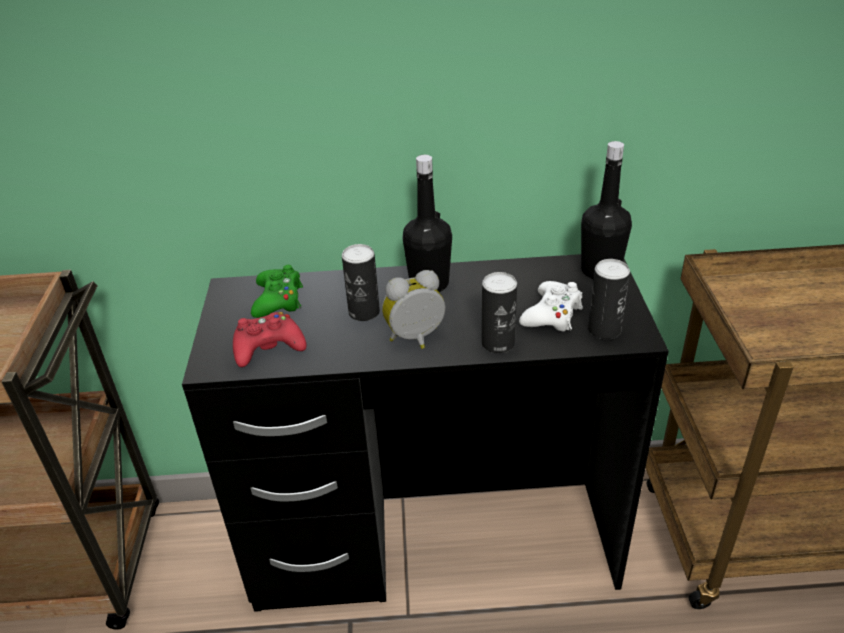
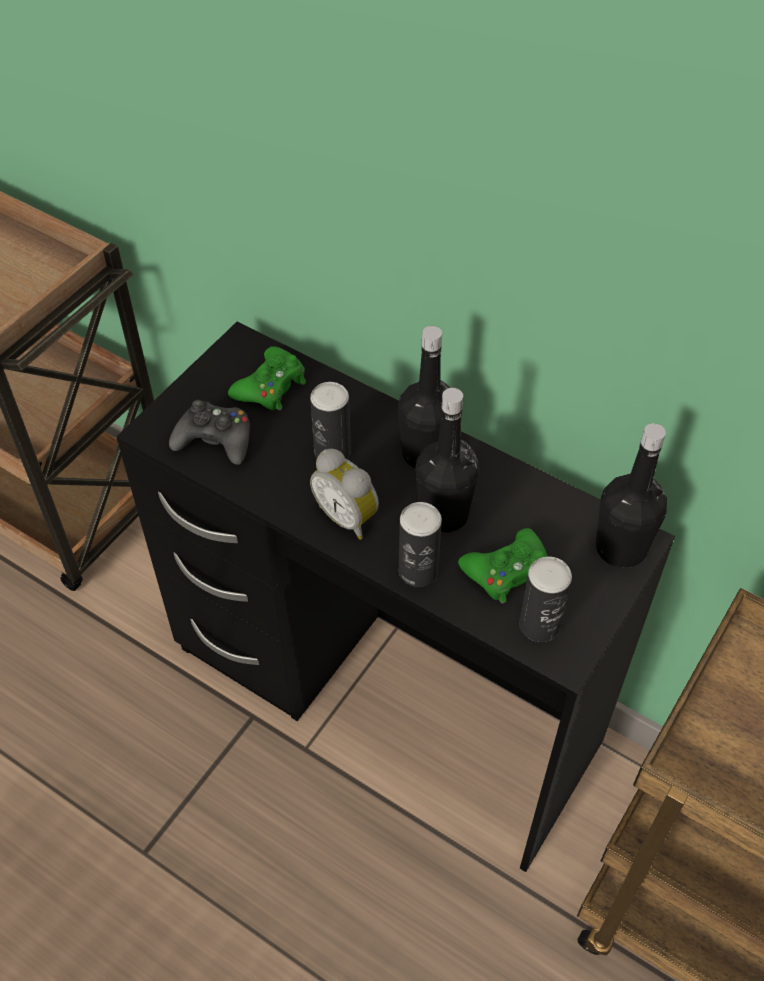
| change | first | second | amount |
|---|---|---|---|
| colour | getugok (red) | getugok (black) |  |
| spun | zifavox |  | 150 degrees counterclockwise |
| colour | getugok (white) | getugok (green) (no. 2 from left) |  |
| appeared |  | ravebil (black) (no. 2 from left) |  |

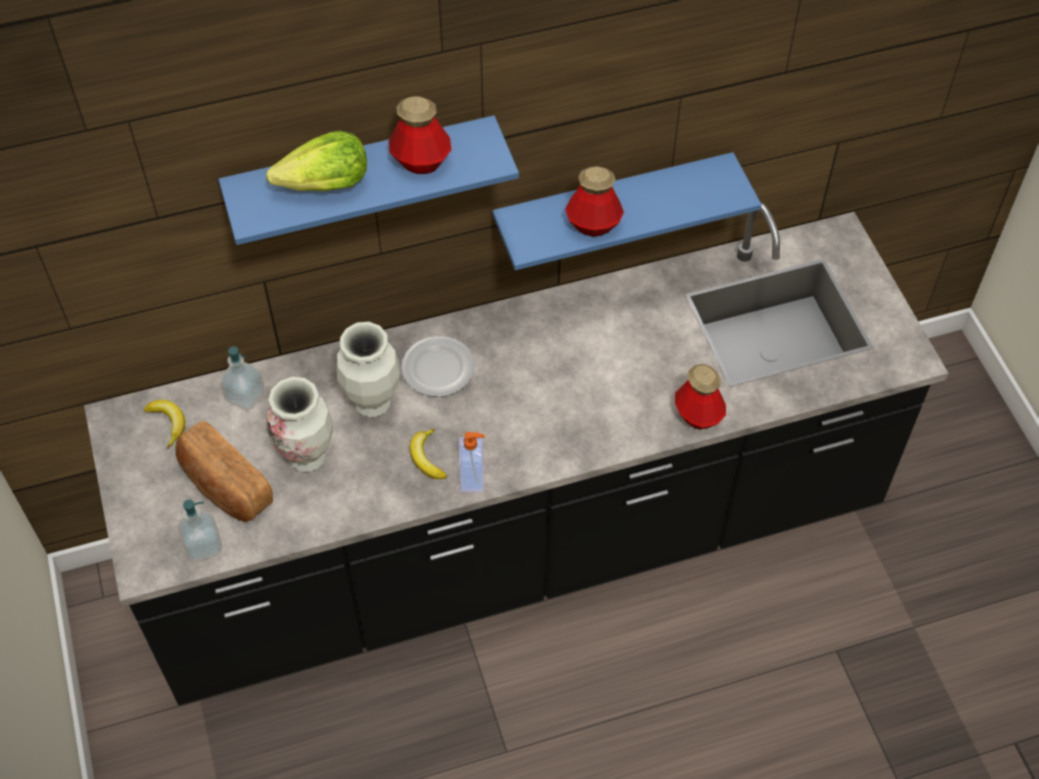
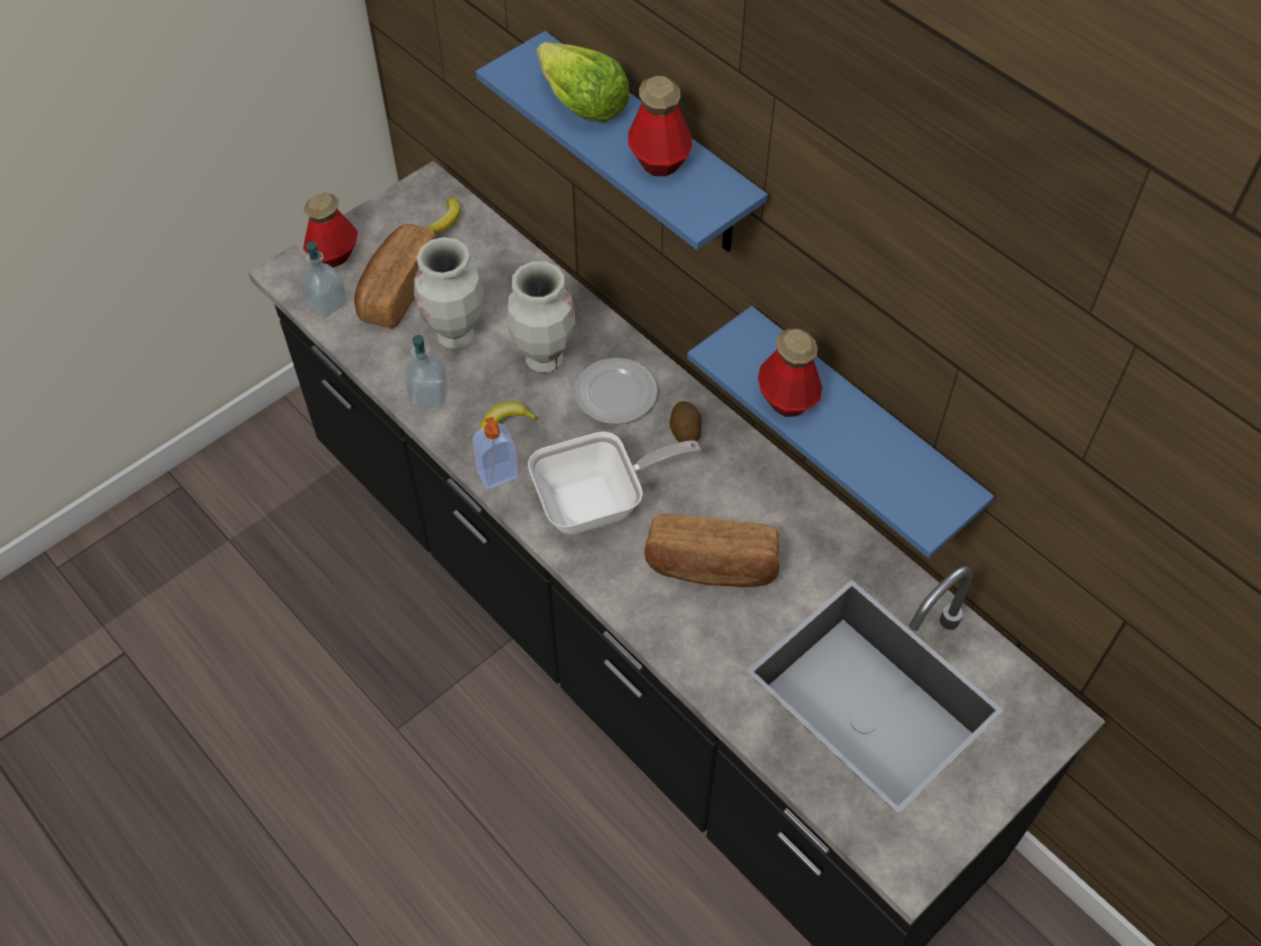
| change | first | second | amount |
|---|---|---|---|
| relocated | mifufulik (no. 2 from left) |  |  |
| relocated | ravebil (no. 3 from left in the first image) | ravebil (no. 1 from left) |  |
| appeared |  | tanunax |  |
| appeared |  | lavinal (no. 2 from left) |  |
| appeared |  | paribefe |  |

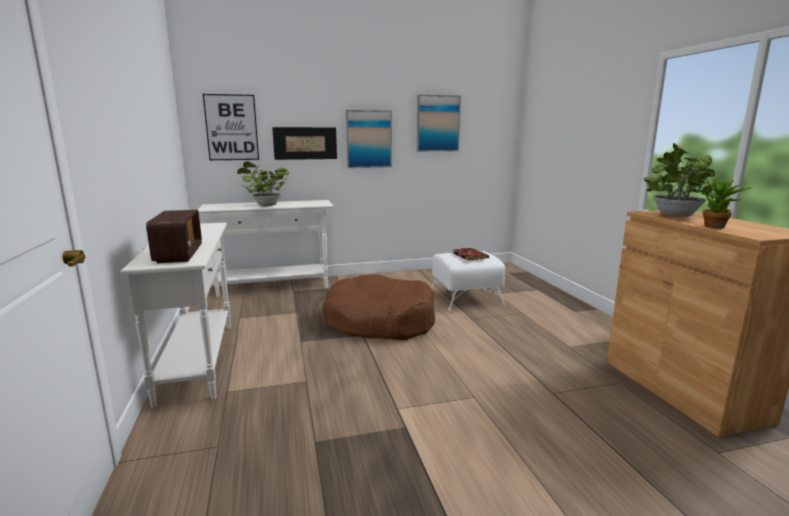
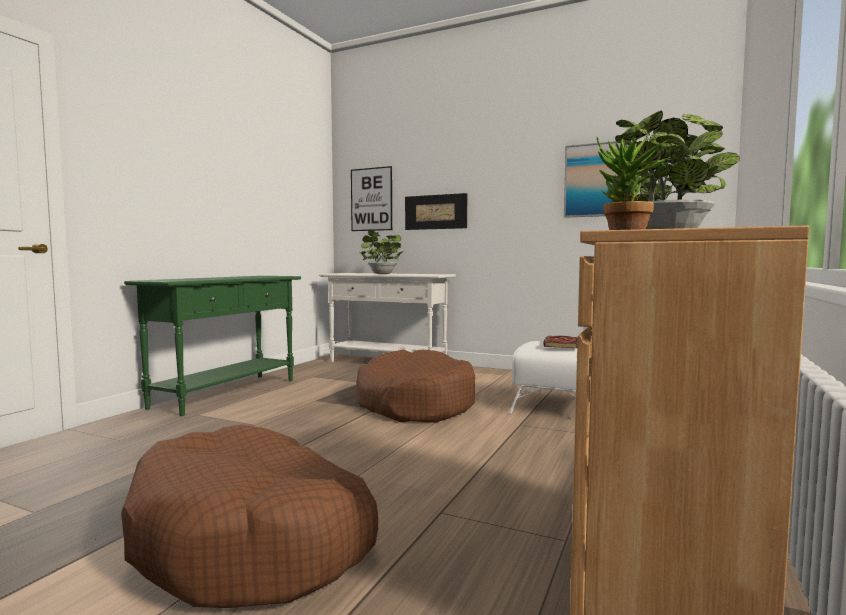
| change | first | second | amount |
|---|---|---|---|
| colour | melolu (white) (no. 1 from left) | melolu (green) |  |
| missing | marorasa |  |  |
| missing | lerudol (no. 3 from left) |  |  |
| appeared |  | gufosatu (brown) (no. 1 from left) |  |

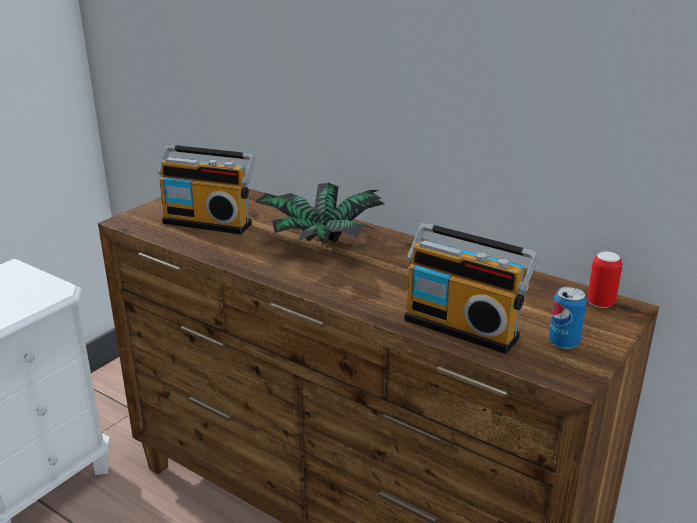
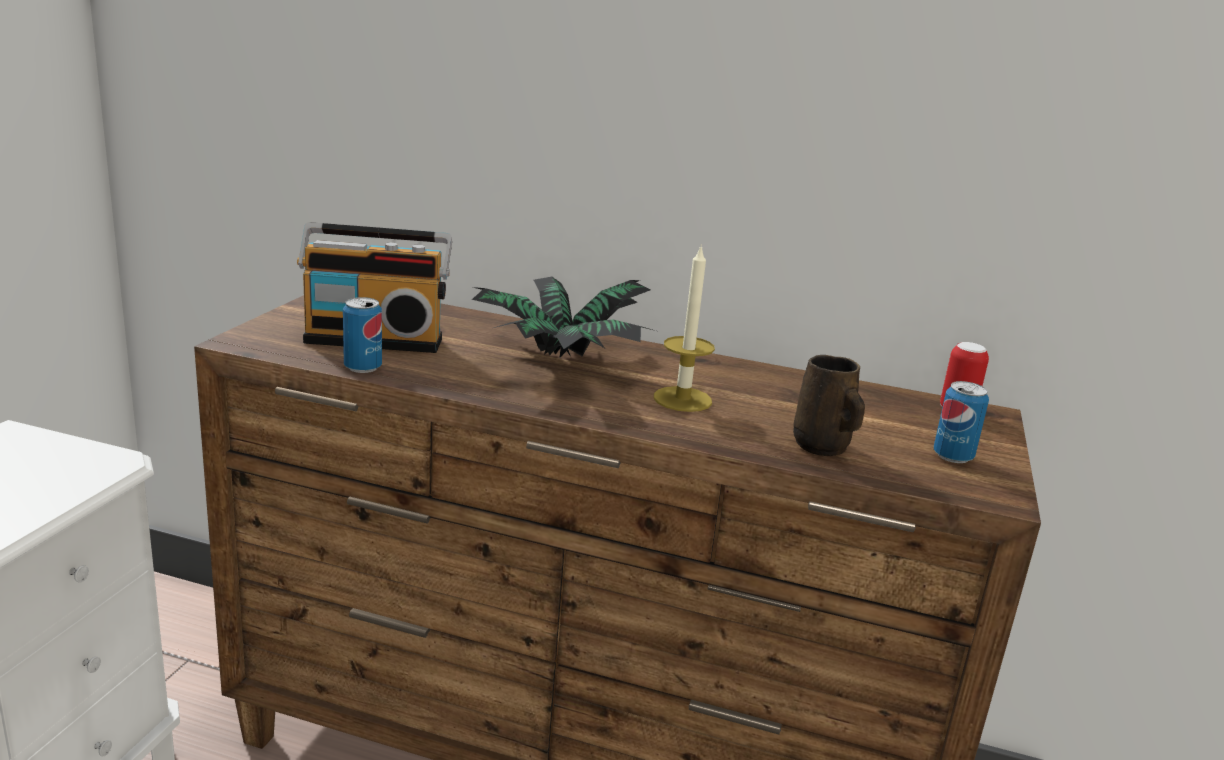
| change | first | second | amount |
|---|---|---|---|
| exchanged | marorasa (no. 2 from left) | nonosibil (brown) |  |
| appeared |  | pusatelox (no. 1 from left) |  |
| appeared |  | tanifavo |  |

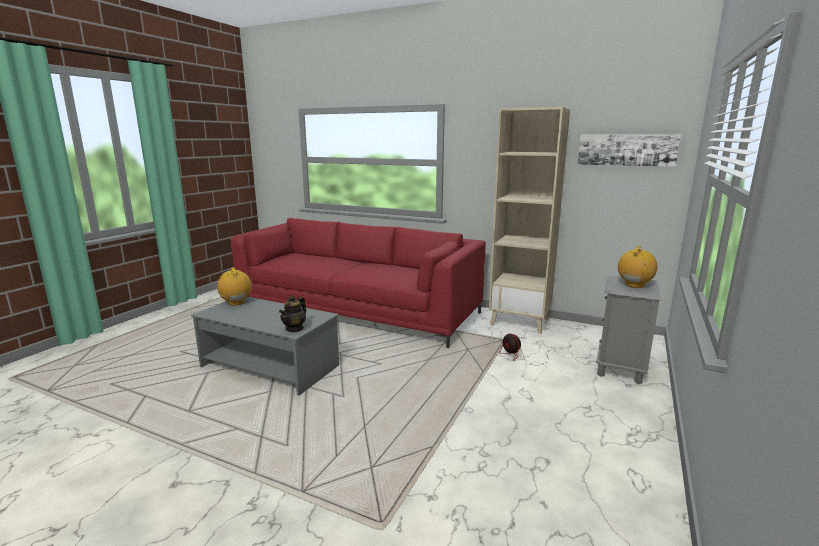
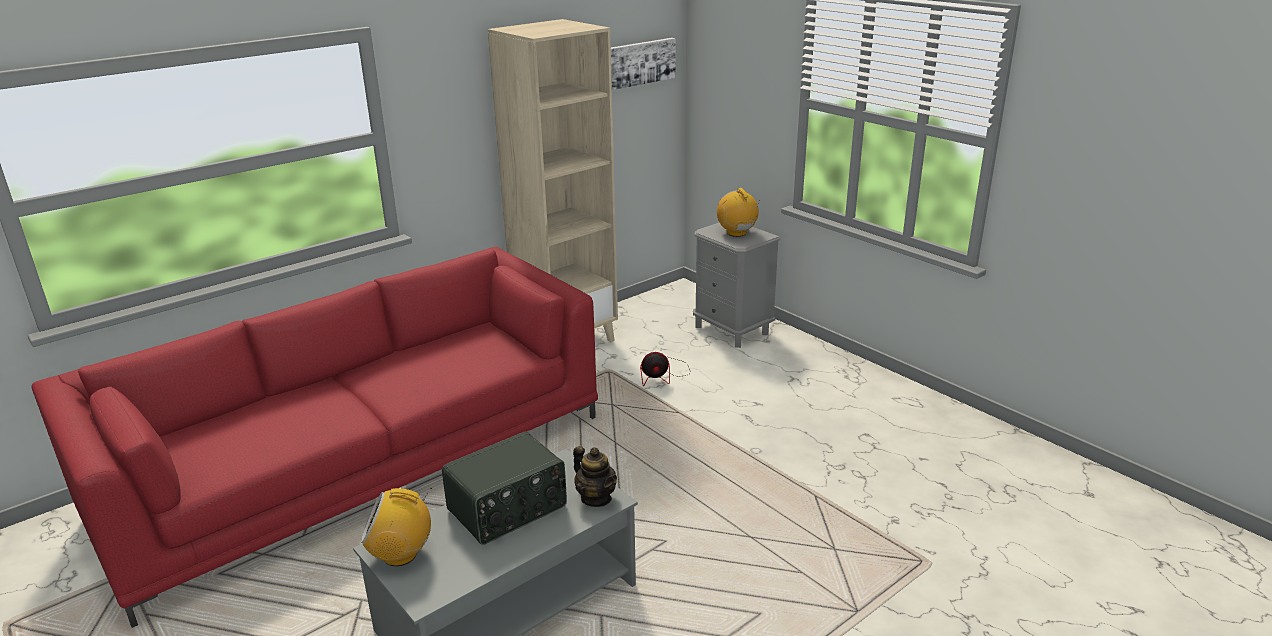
| change | first | second | amount |
|---|---|---|---|
| appeared |  | marorasa (no. 2 from left) |  |

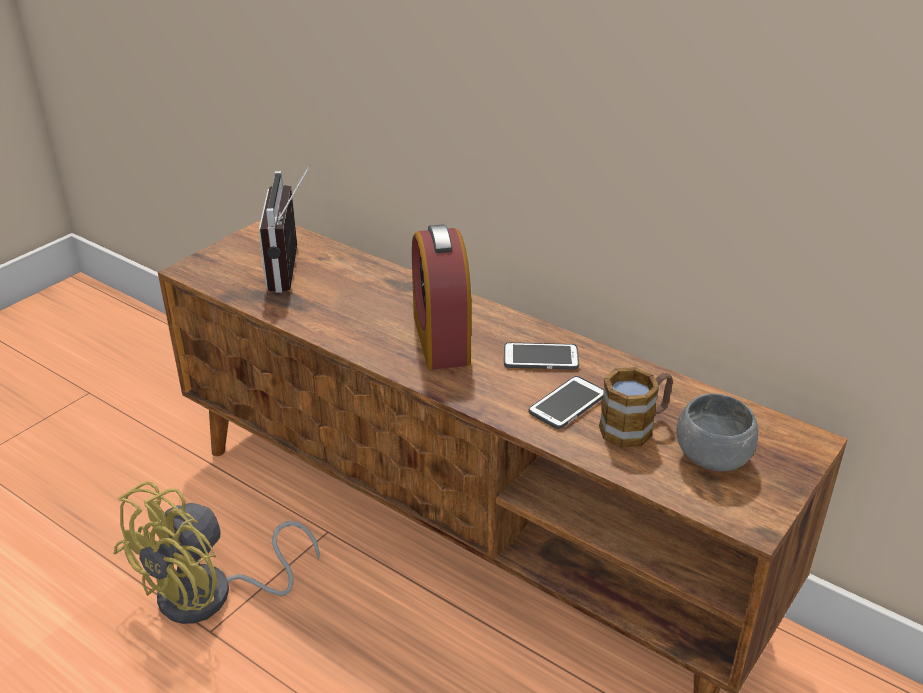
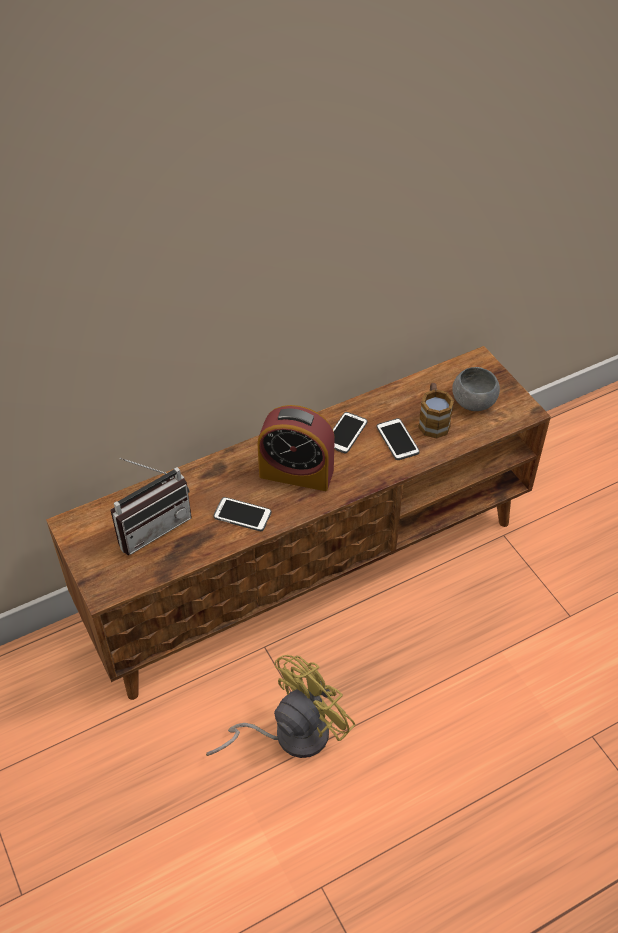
| change | first | second | amount |
|---|---|---|---|
| spun | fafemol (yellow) |  | 105 degrees counterclockwise |
| spun | marorasa |  | 60 degrees counterclockwise |
| appeared |  | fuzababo (no. 1 from left) |  |

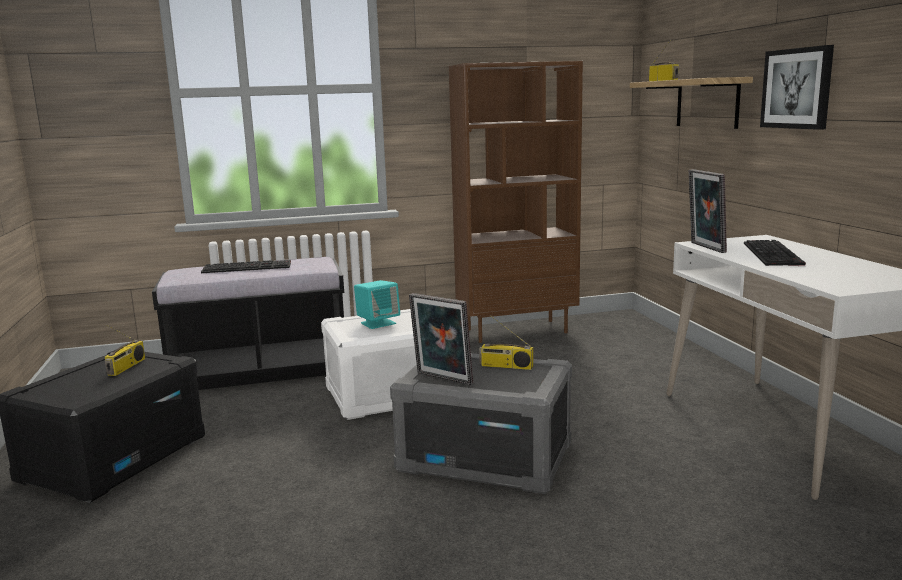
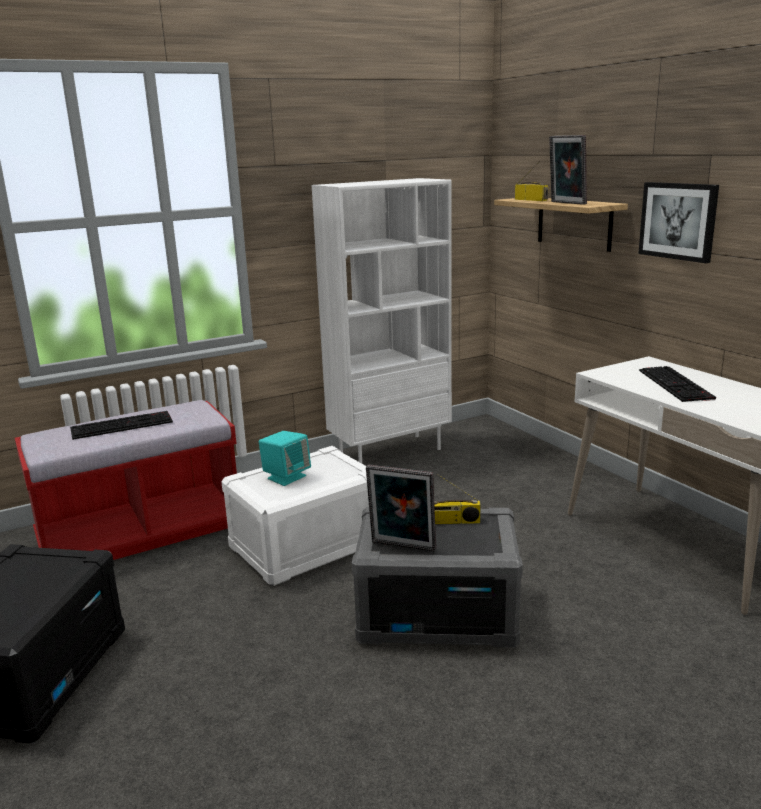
| change | first | second | amount |
|---|---|---|---|
| missing | marorasa (no. 1 from left) |  |  |
| colour | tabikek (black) | tabikek (red) |  |
| colour | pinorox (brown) | pinorox (white) |  |
| relocated | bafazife (no. 2 from left) |  |  |

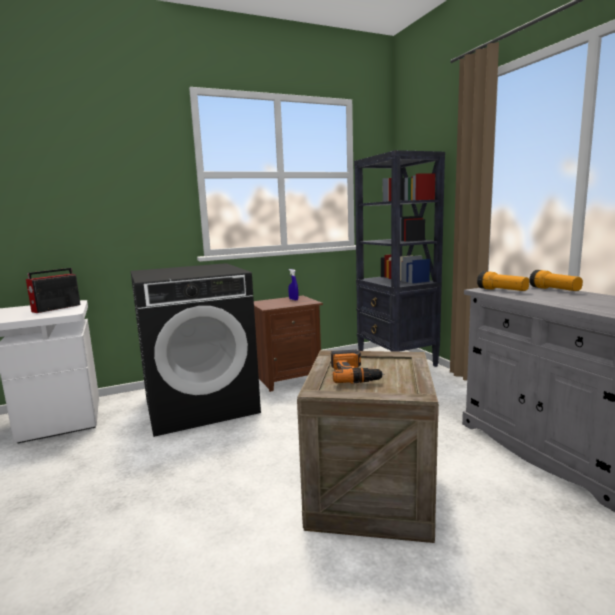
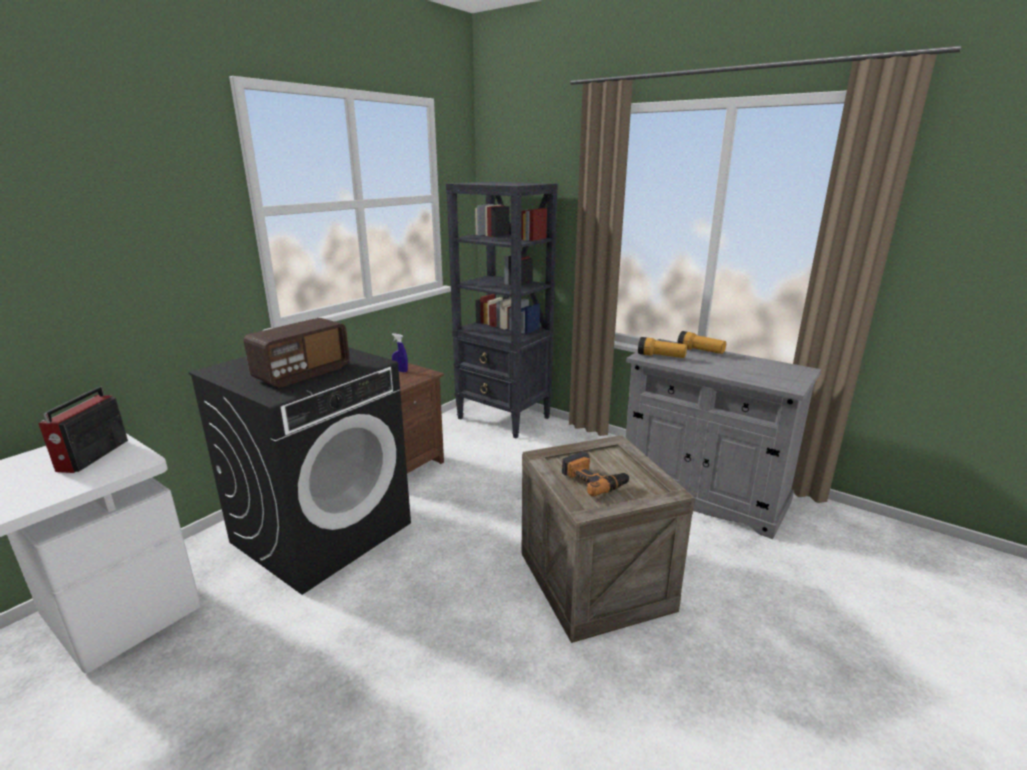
| change | first | second | amount |
|---|---|---|---|
| appeared |  | marorasa (no. 2 from left) |  |

